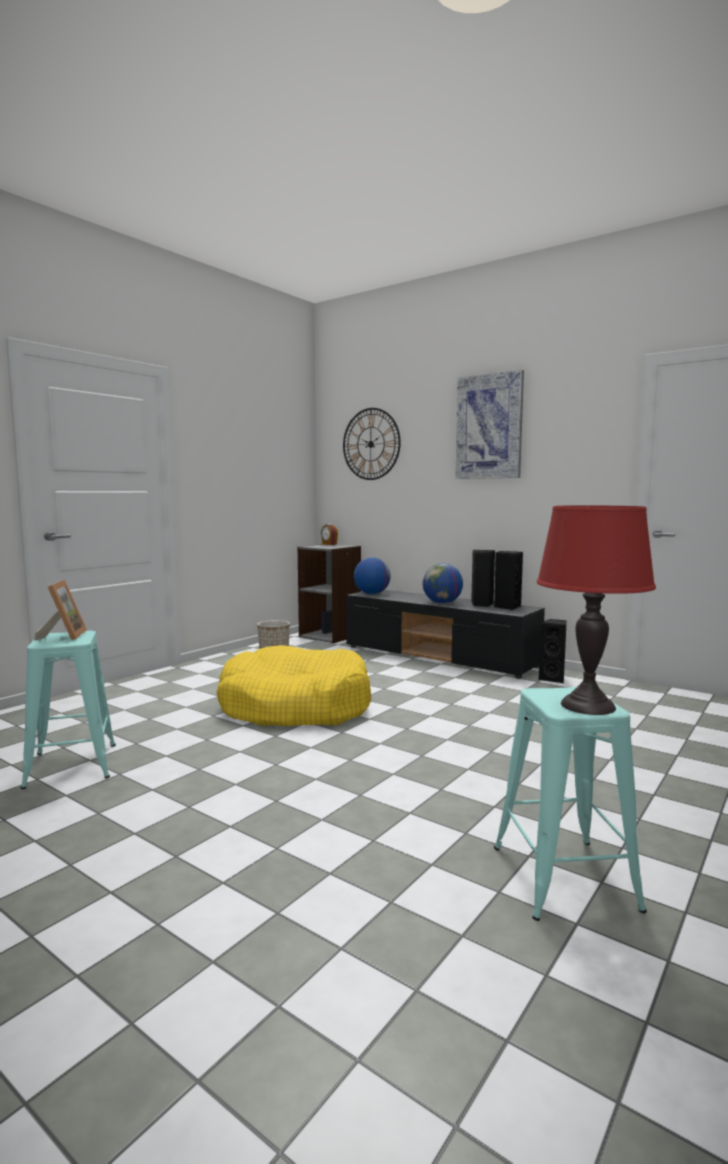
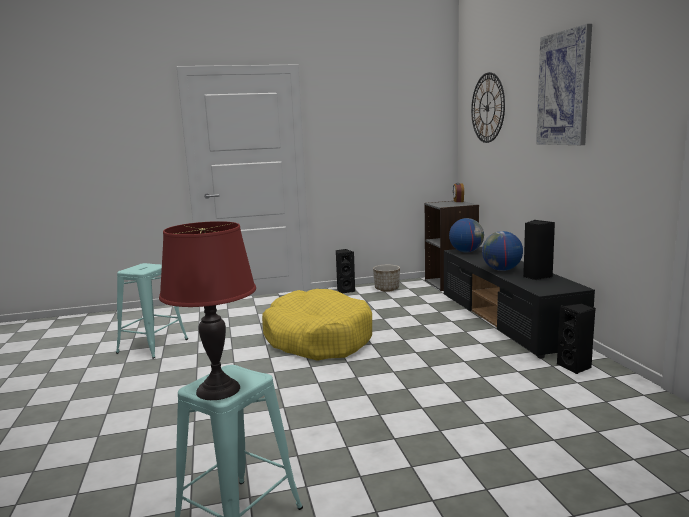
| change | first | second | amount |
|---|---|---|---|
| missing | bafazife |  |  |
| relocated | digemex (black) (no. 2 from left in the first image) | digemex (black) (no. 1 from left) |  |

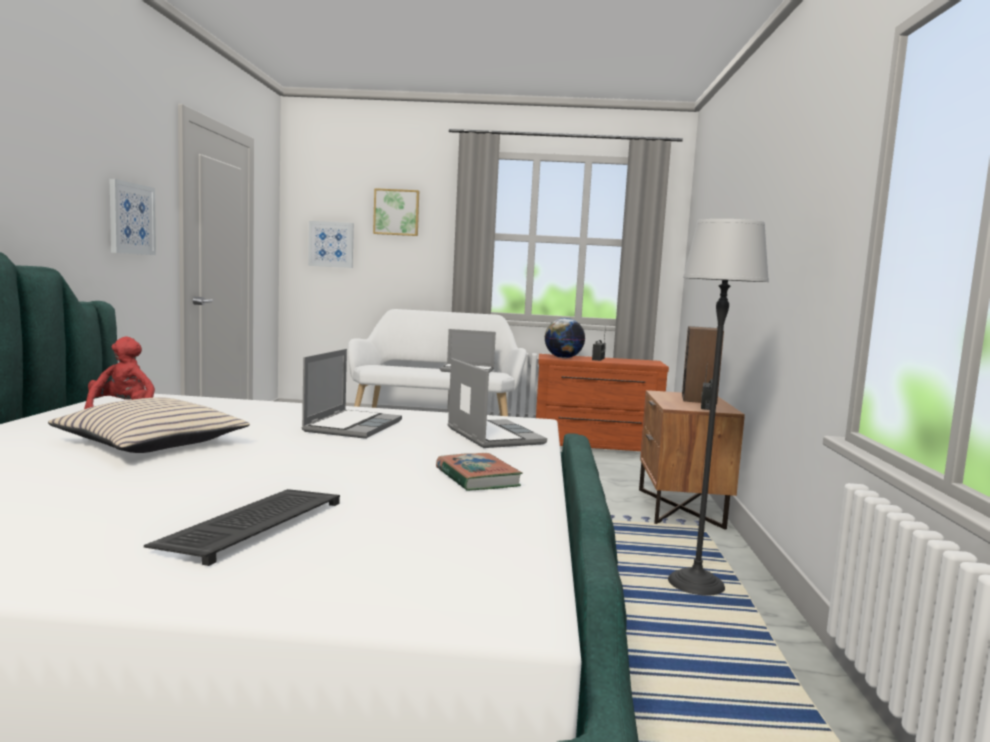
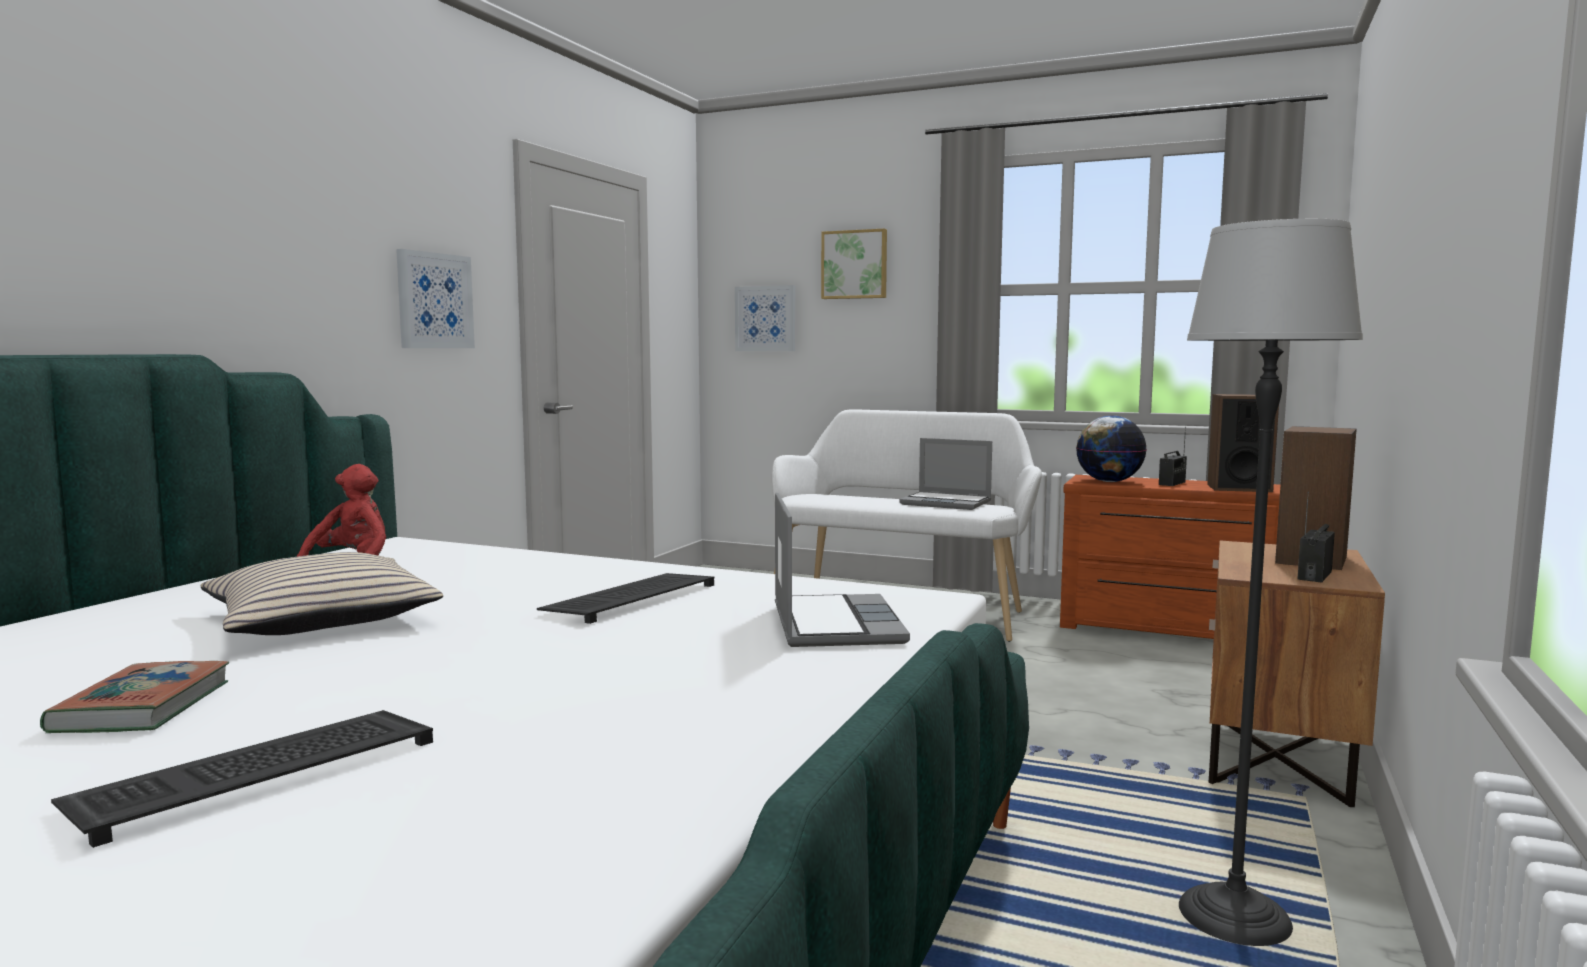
| change | first | second | amount |
|---|---|---|---|
| exchanged | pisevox (no. 1 from left) | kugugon (no. 2 from left) |  |
| relocated | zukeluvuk |  |  |
| appeared |  | digemex (no. 1 from left) |  |

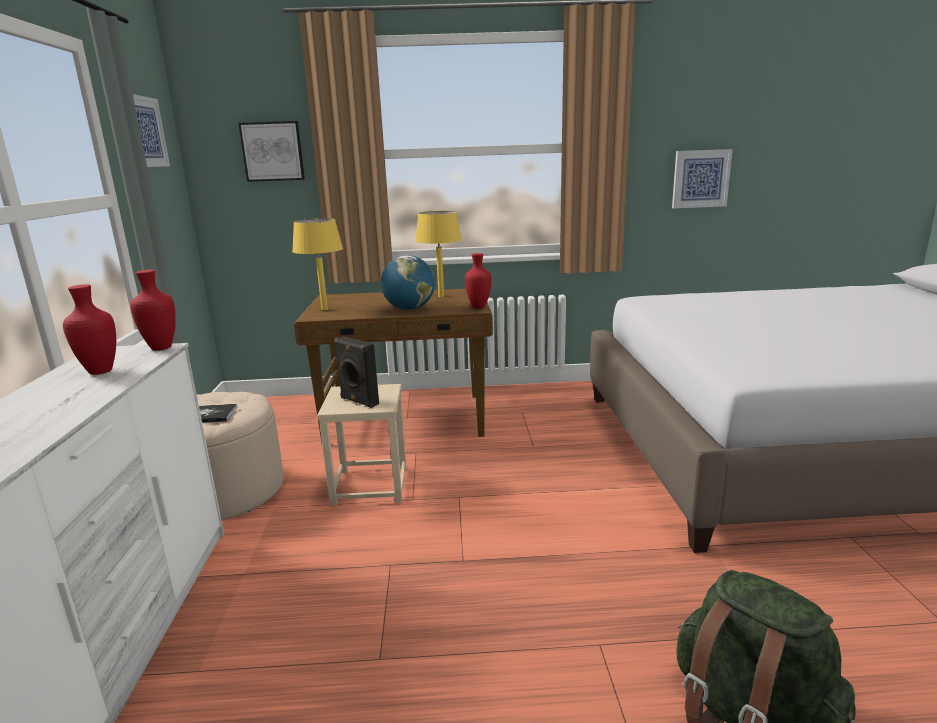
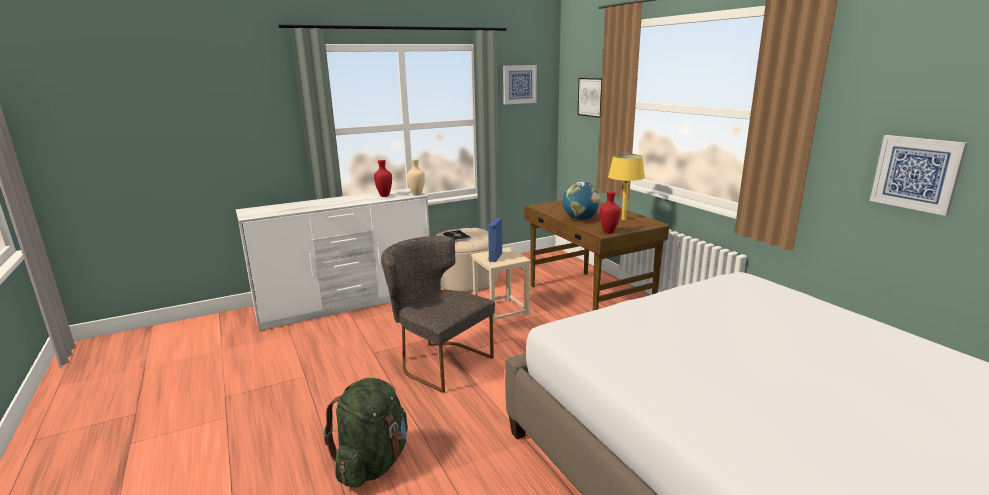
| change | first | second | amount |
|---|---|---|---|
| colour | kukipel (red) (no. 2 from left) | kukipel (beige) |  |
| missing | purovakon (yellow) (no. 1 from left) |  |  |
| colour | digemex (black) | digemex (blue) |  |
| appeared |  | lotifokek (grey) |  |

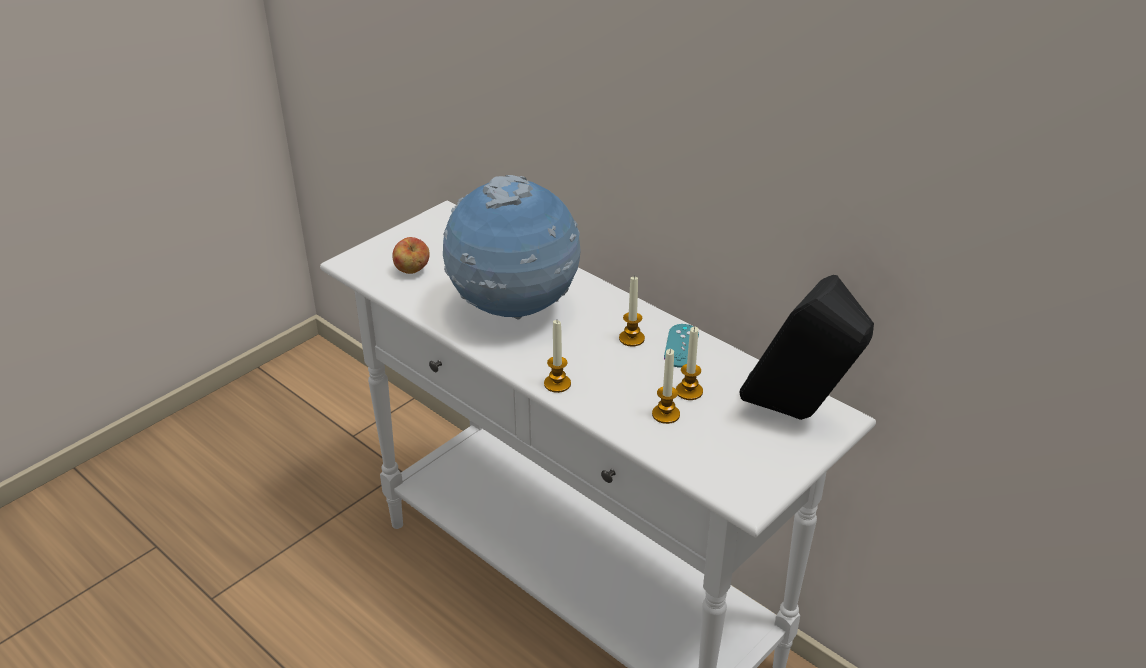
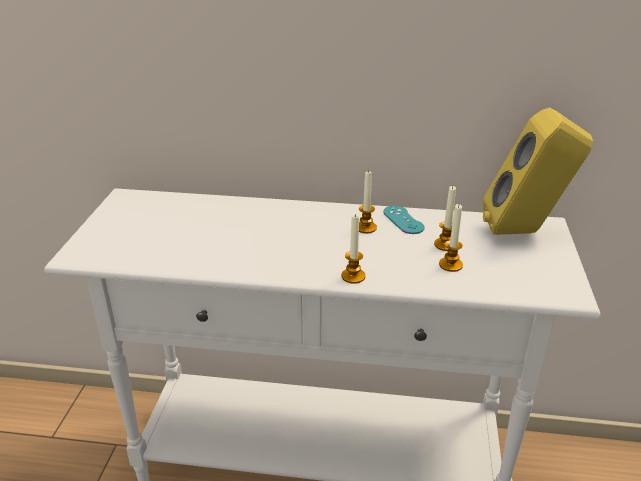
| change | first | second | amount |
|---|---|---|---|
| missing | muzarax |  |  |
| missing | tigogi |  |  |
| colour | digemex (black) | digemex (yellow) |  |

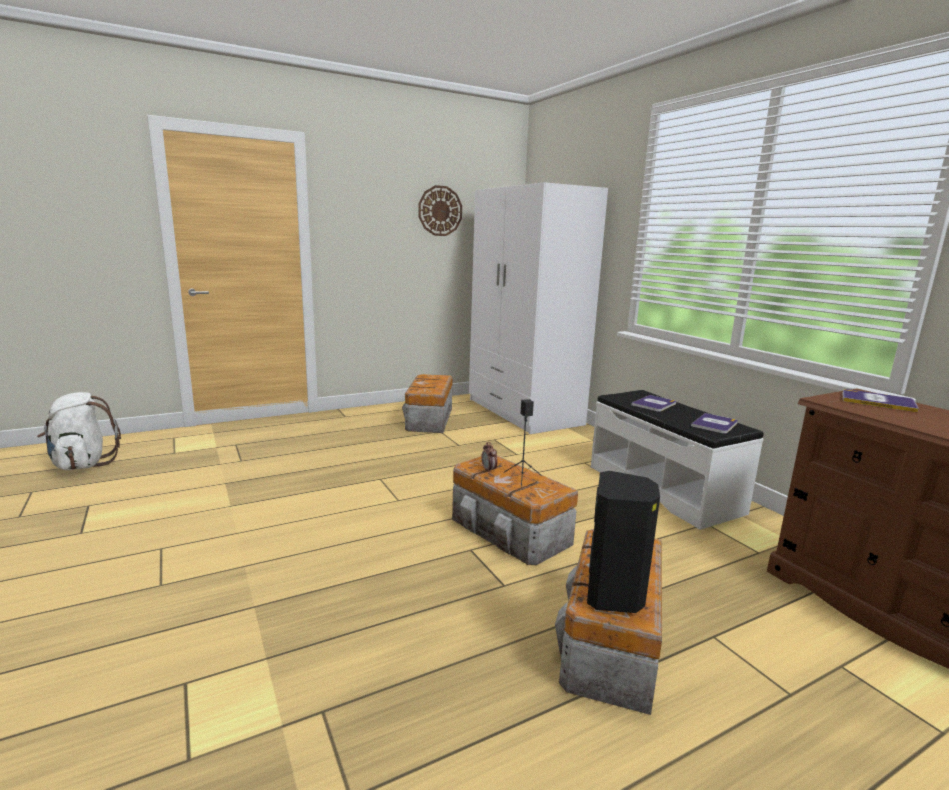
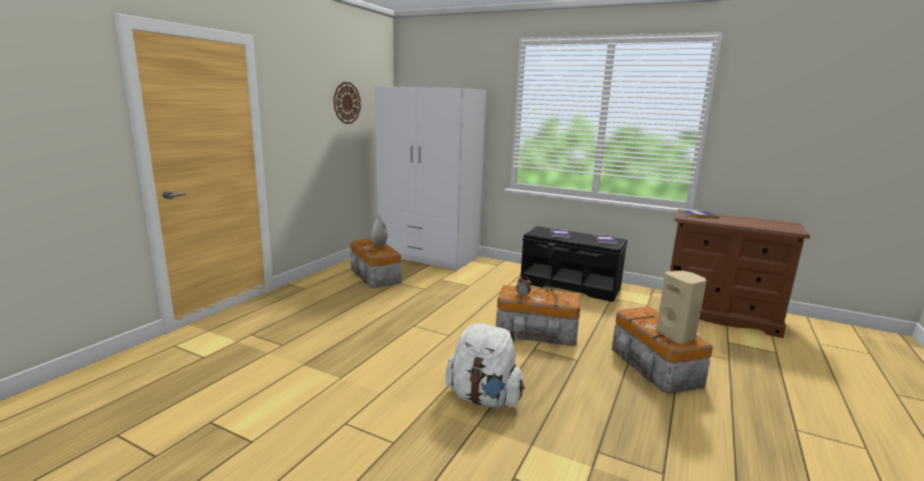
| change | first | second | amount |
|---|---|---|---|
| relocated | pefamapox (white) |  |  |
| colour | digemex (black) (no. 2 from left) | digemex (beige) |  |
| colour | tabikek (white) | tabikek (black) |  |
| appeared |  | kukipel (white) |  |

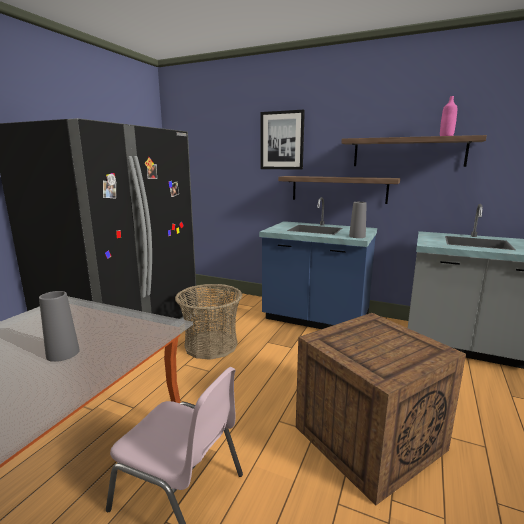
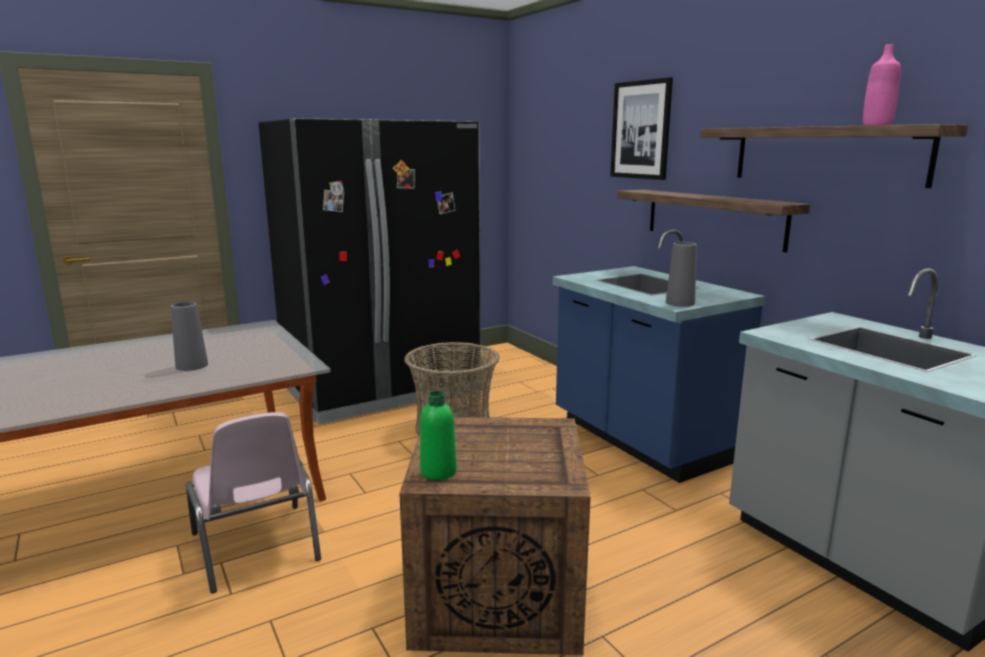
| change | first | second | amount |
|---|---|---|---|
| appeared |  | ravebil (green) |  |

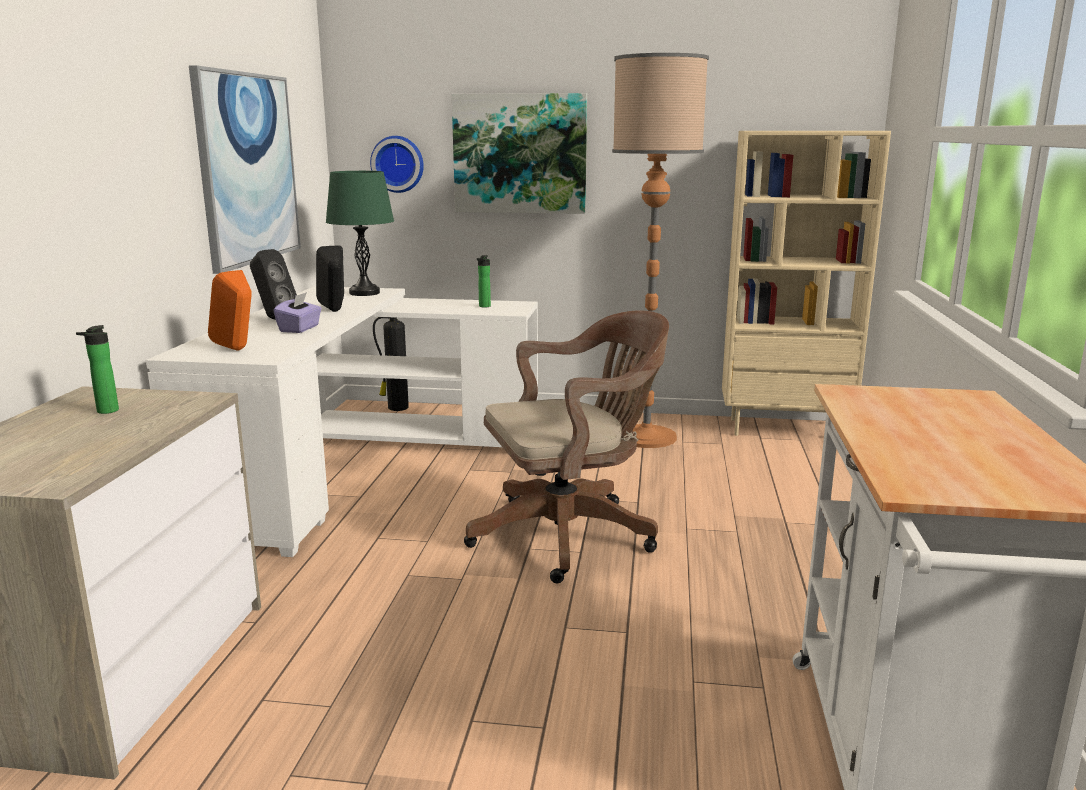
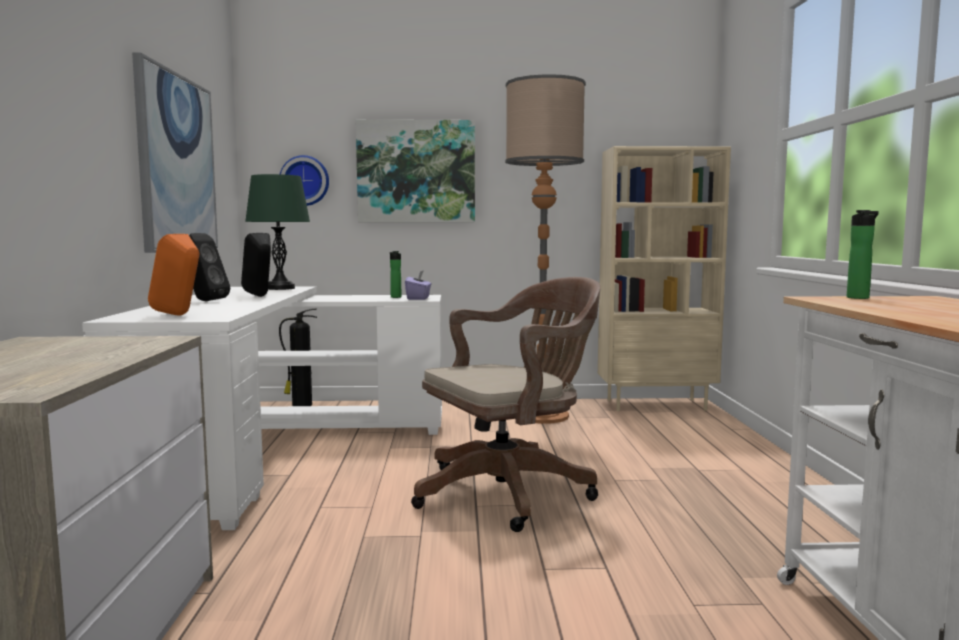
| change | first | second | amount |
|---|---|---|---|
| relocated | ravebil (no. 1 from left in the first image) | ravebil (no. 2 from left) |  |
| relocated | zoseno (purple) |  |  |

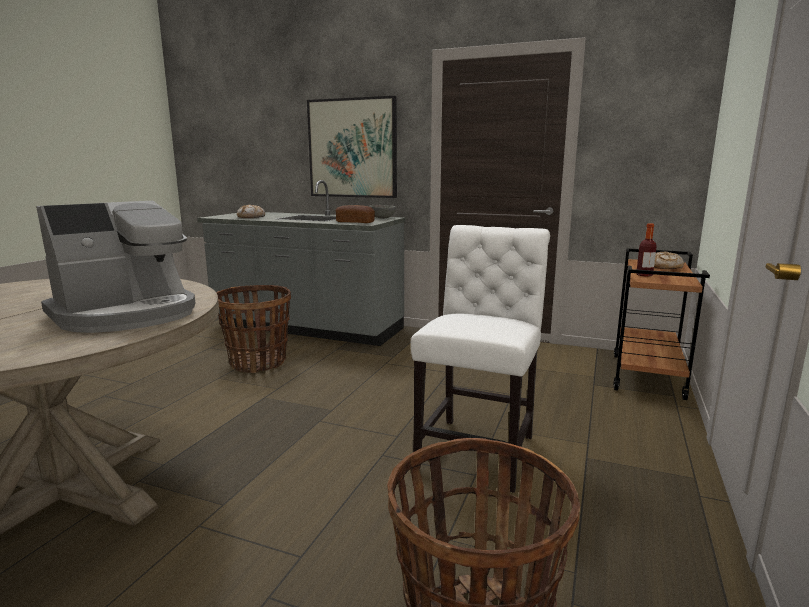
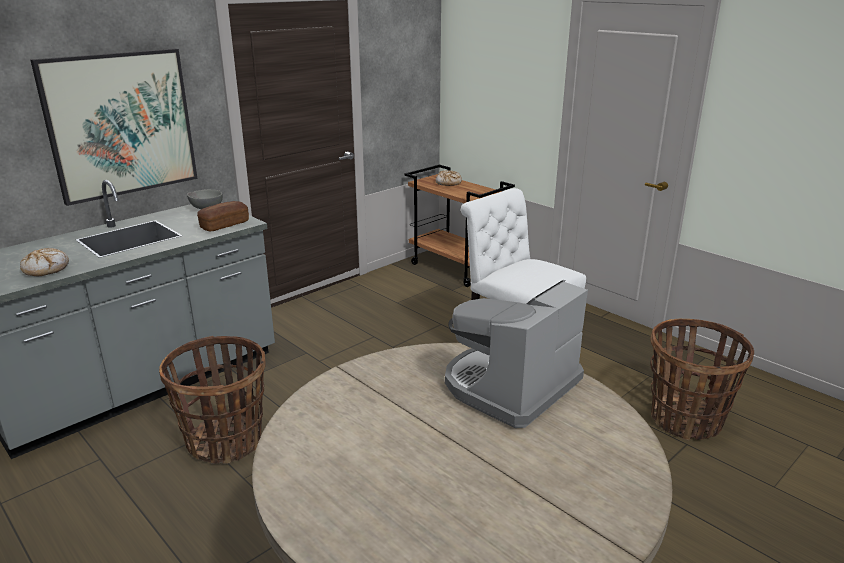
| change | first | second | amount |
|---|---|---|---|
| spun | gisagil |  | 120 degrees counterclockwise |
| missing | ravebil |  |  |

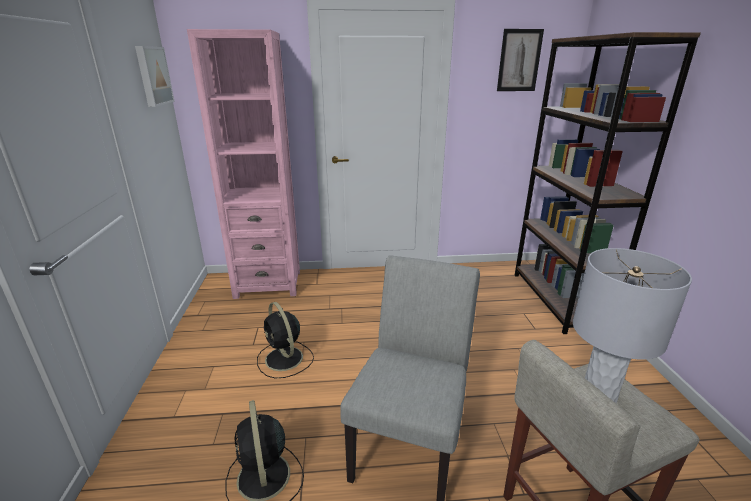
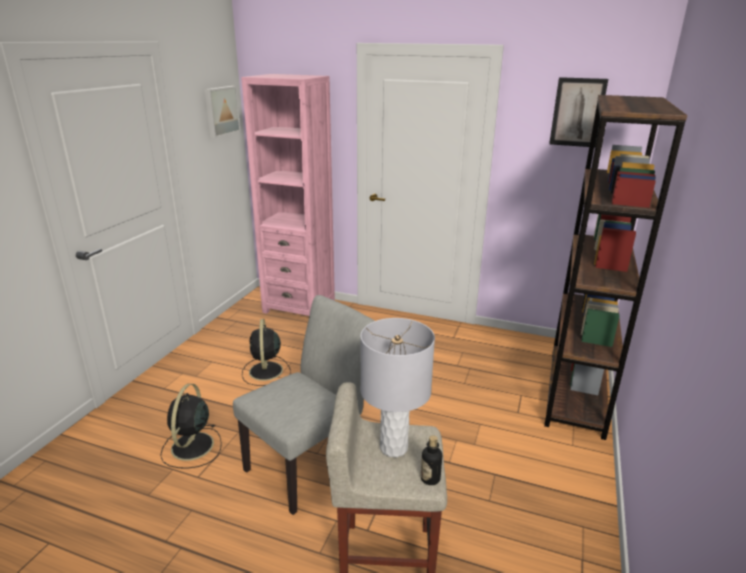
| change | first | second | amount |
|---|---|---|---|
| appeared |  | ravebil |  |

